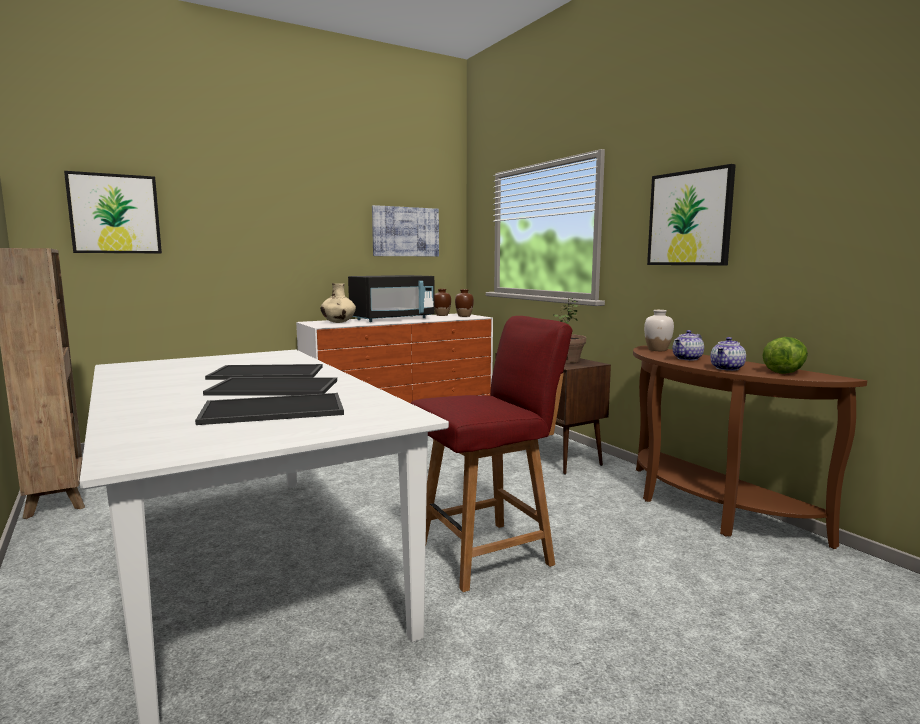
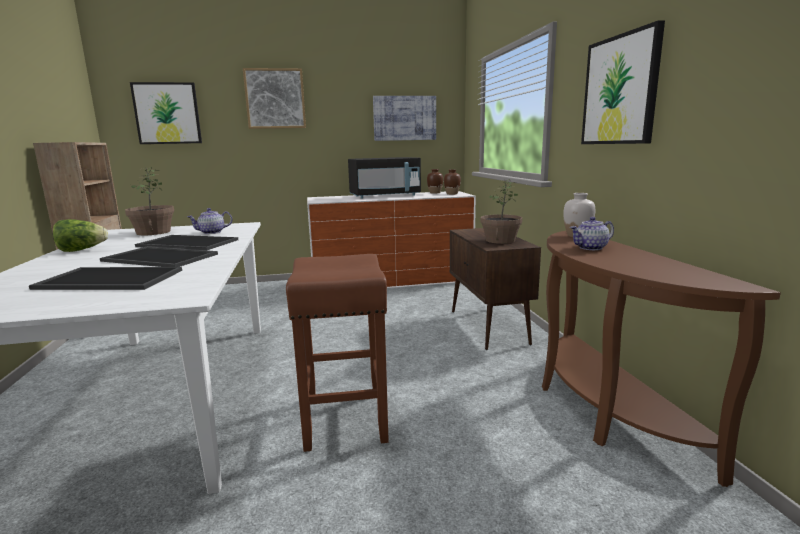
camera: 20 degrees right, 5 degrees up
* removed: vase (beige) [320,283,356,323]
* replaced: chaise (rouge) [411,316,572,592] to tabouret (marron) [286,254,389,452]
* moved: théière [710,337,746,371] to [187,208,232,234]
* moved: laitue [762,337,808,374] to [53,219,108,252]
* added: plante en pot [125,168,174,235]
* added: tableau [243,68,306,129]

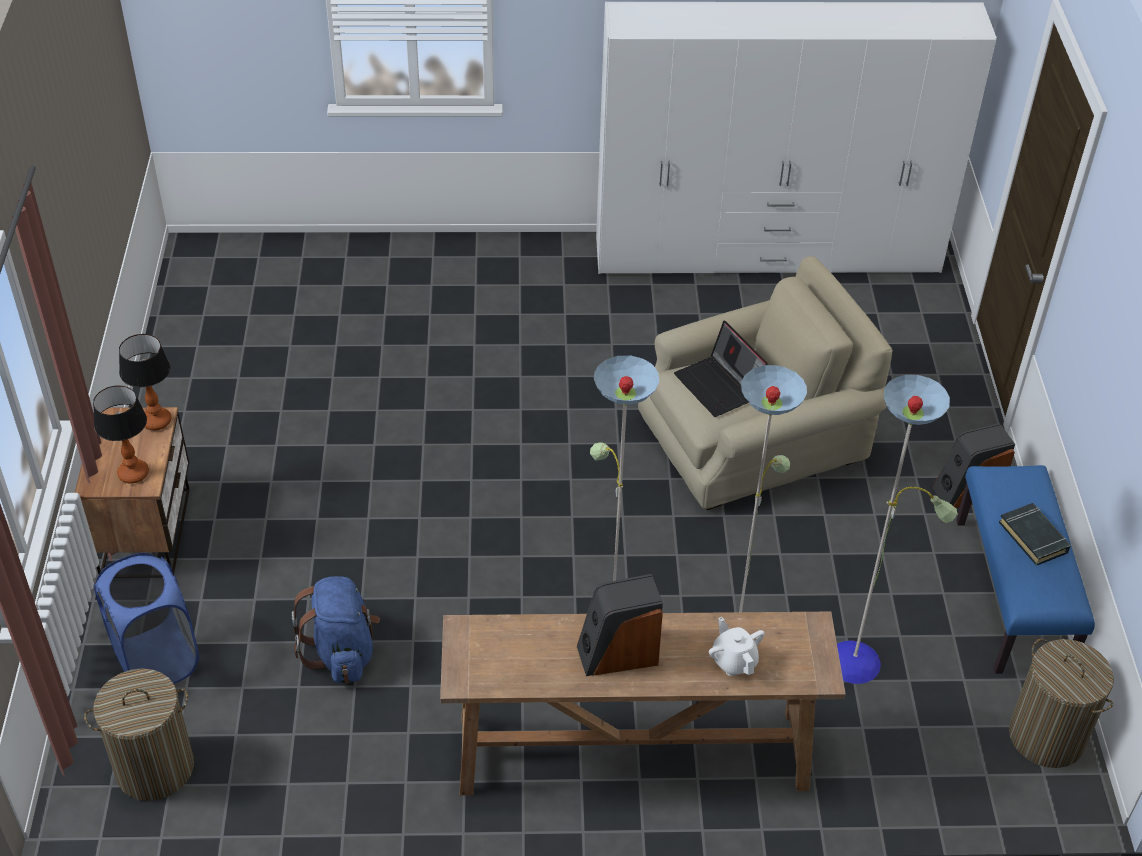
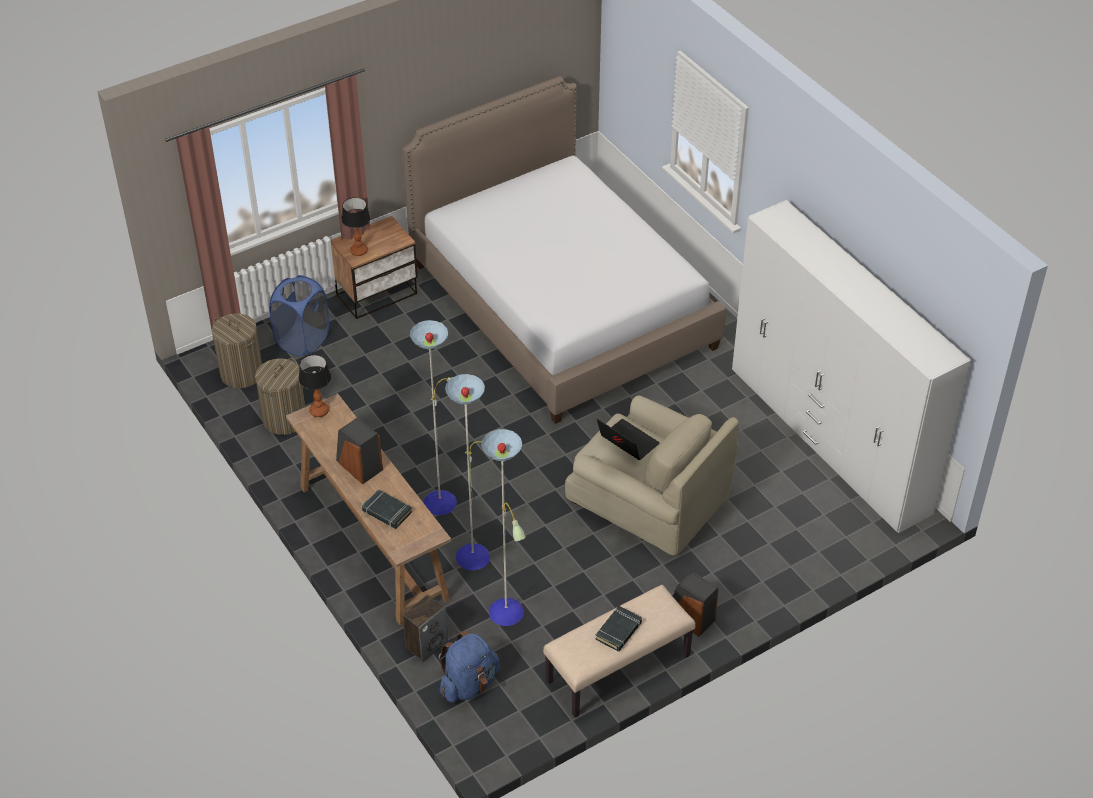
camera: 60 degrees right, 0 degrees up
* moved: lampe de table [119,334,171,430] to [298,355,331,417]
* moved: sac à dos (bleu) [292,576,380,684] to [439,631,500,702]
* turned: ordinateur portable [674,321,768,417] = [597,419,660,460] 105 degrees clockwise
* replaced: théière (blanc) [709,617,765,676] to livre (noir) [362,489,412,529]
* recoloured: banc (bleu) [956,465,1095,674] to banc (beige) [543,585,696,718]
* moved: panier à linge [1009,639,1114,768] to [255,358,305,435]
* added: lit [402,76,726,424]
* added: enceinte [403,594,448,662]

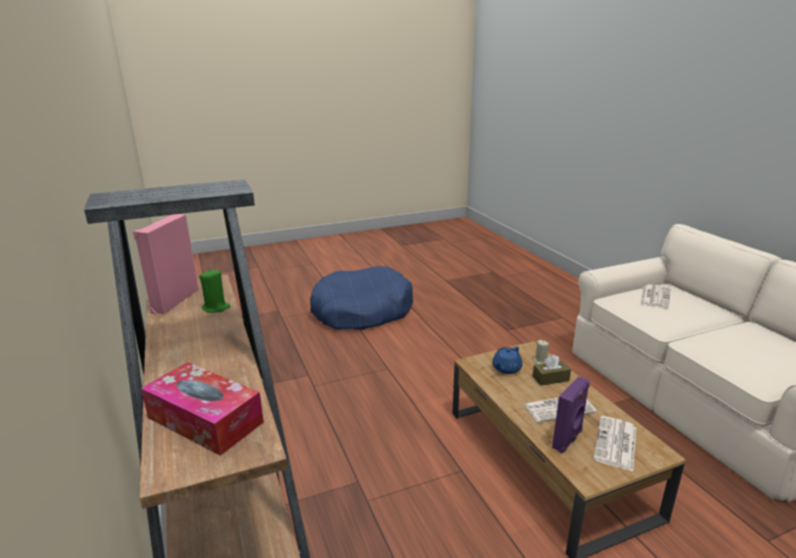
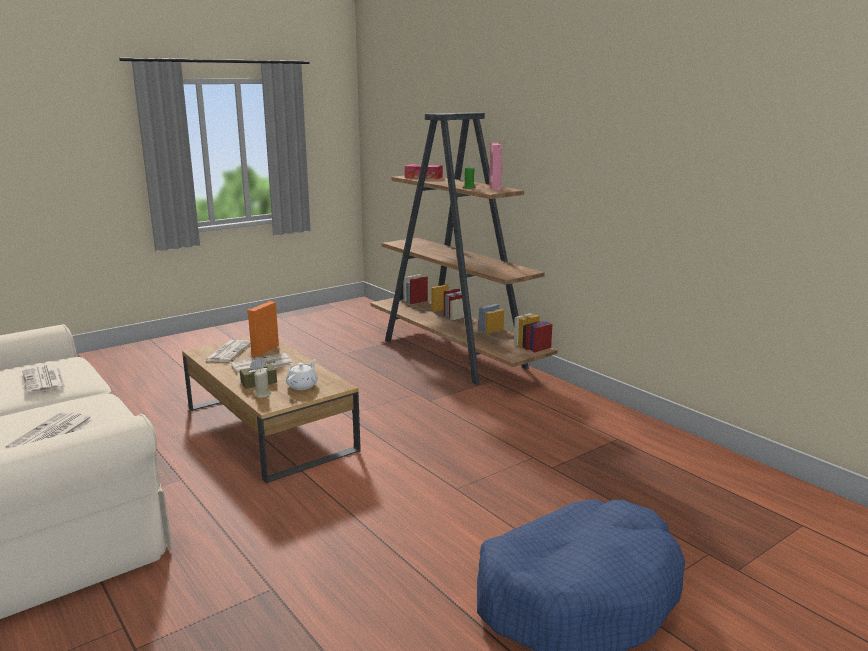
camera: 165 degrees right, 5 degrees down
* recoloured: théière (bleu) [492,347,522,374] to théière (blanc) [286,359,318,390]
* recoloured: enceinte (violet) [552,376,590,453] to enceinte (orange) [247,301,279,357]
* added: journal [22,365,66,394]

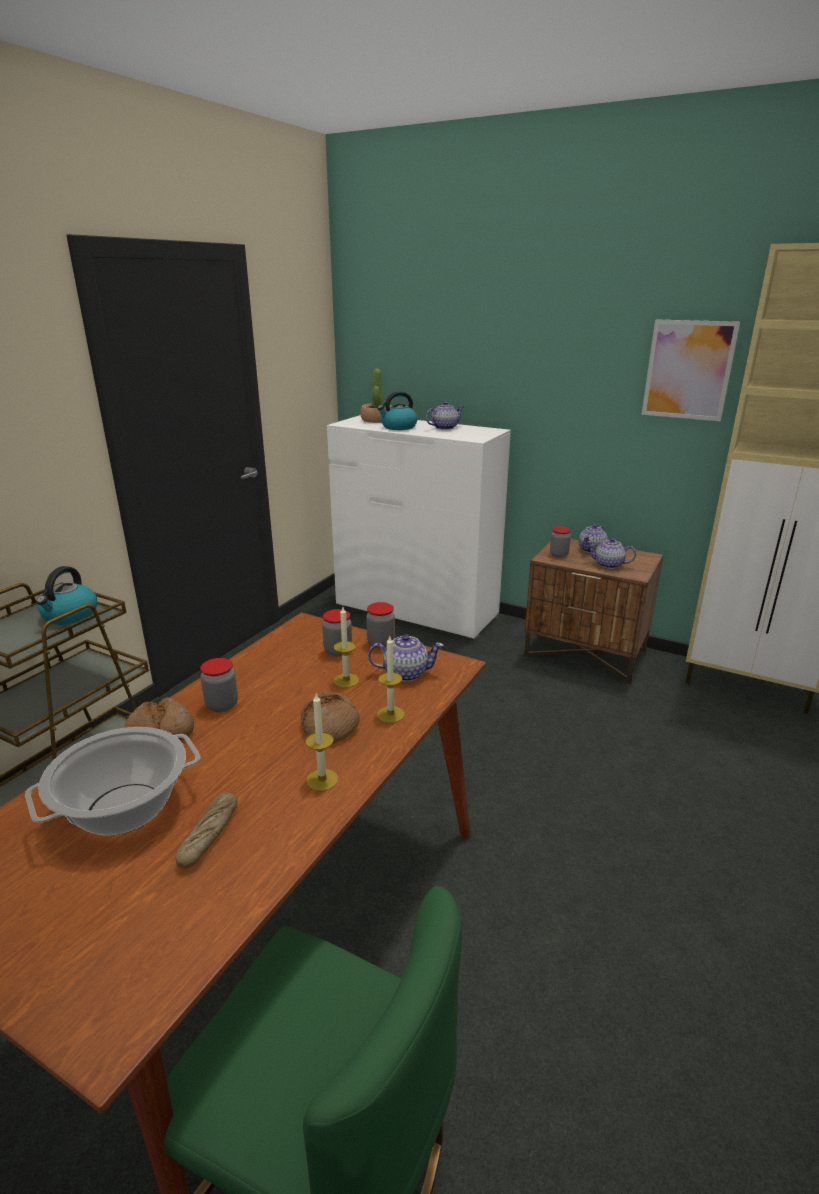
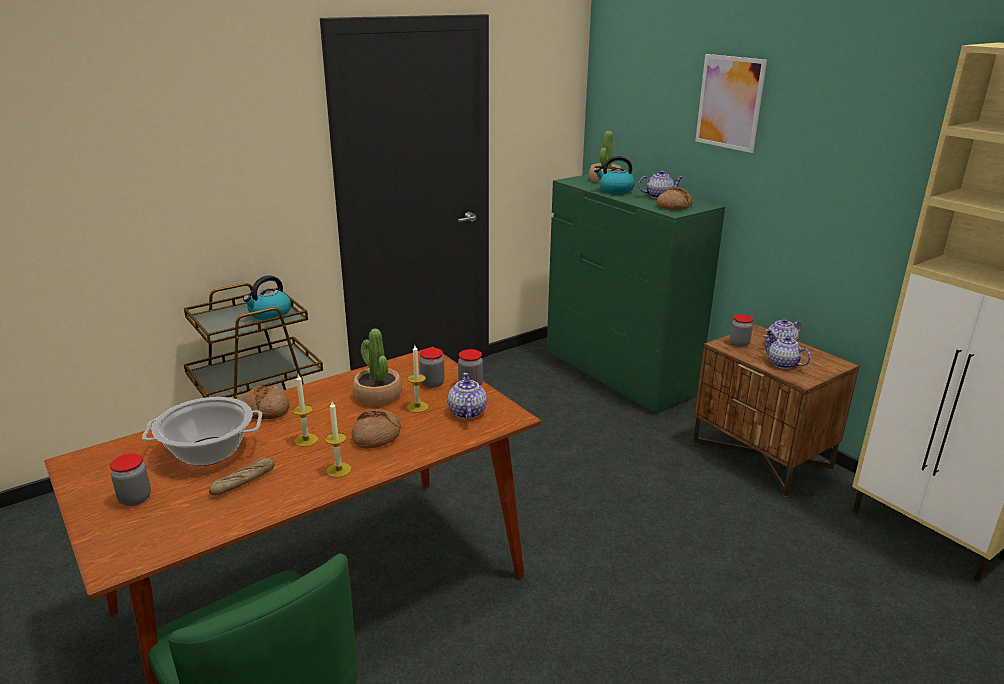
camera: 25 degrees right, 0 degrees up
* moved: bocal [200,658,238,712] to [110,454,151,506]
* recoloured: commode (blanc) [327,415,511,639] to commode (vert) [547,174,725,414]
* turned: théière [368,634,444,682] = [448,373,487,419] 120 degrees counterclockwise
* moved: bougie [377,636,405,723] to [292,374,318,447]
* moved: tableau [641,319,740,421] to [695,54,767,153]
* added: plante en pot [353,328,402,406]
* added: pain [656,187,693,210]

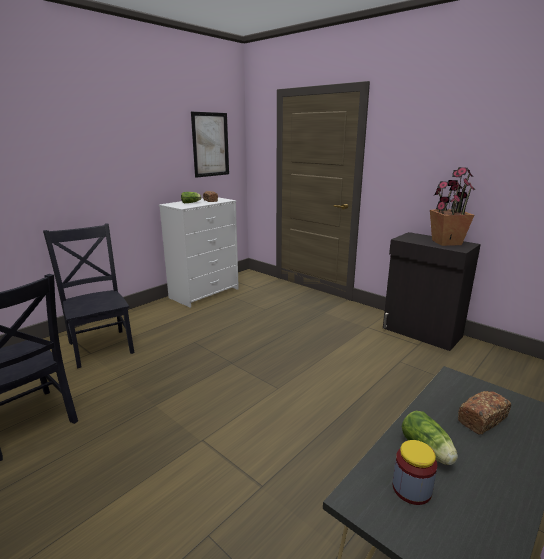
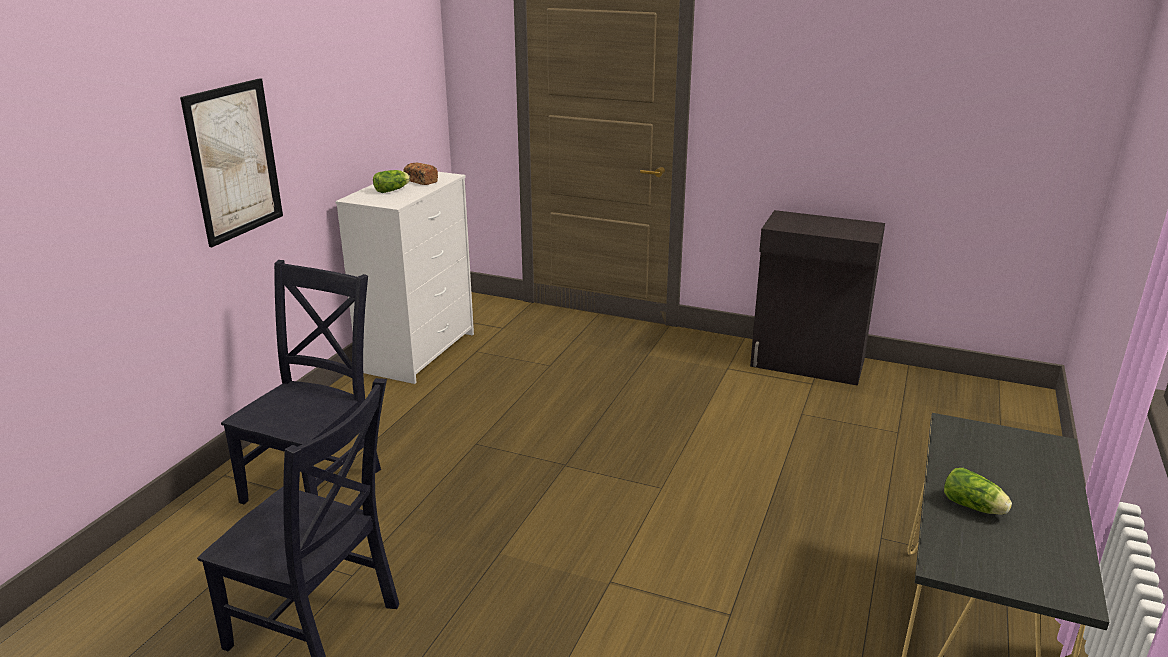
camera: 20 degrees left, 5 degrees up
* turned: chaise (noir) [43,223,135,368] = [221,260,381,504] 75 degrees clockwise
* moved: tableau [191,111,229,178] to [180,78,283,247]
* removed: bocal [393,440,437,505]
* removed: plante en pot [430,167,475,246]
* removed: pain [458,391,511,434]

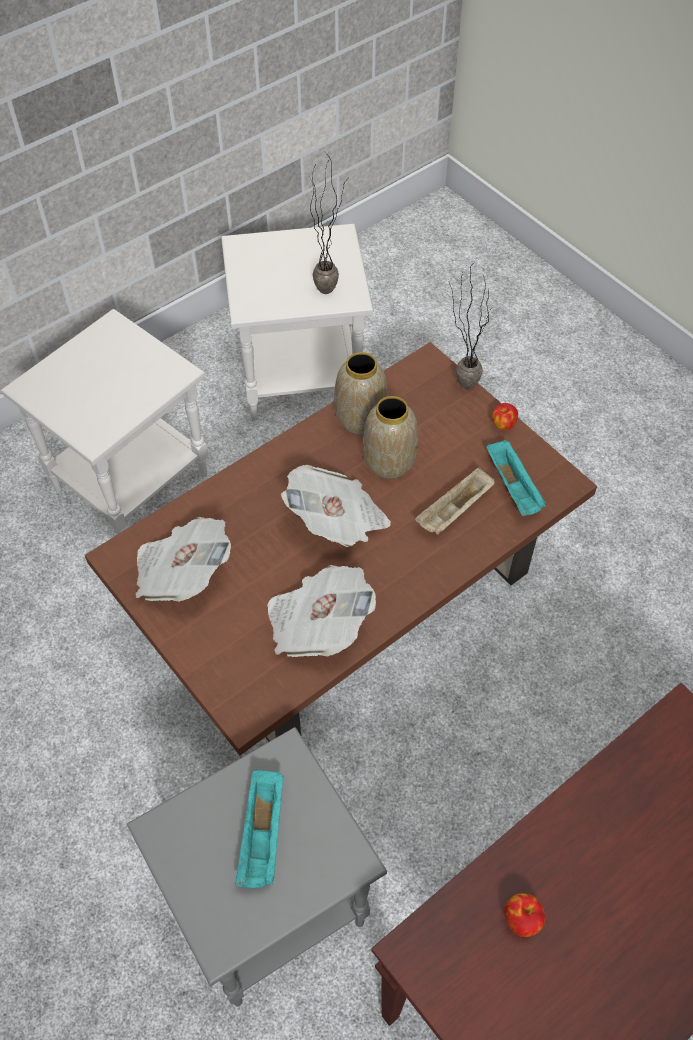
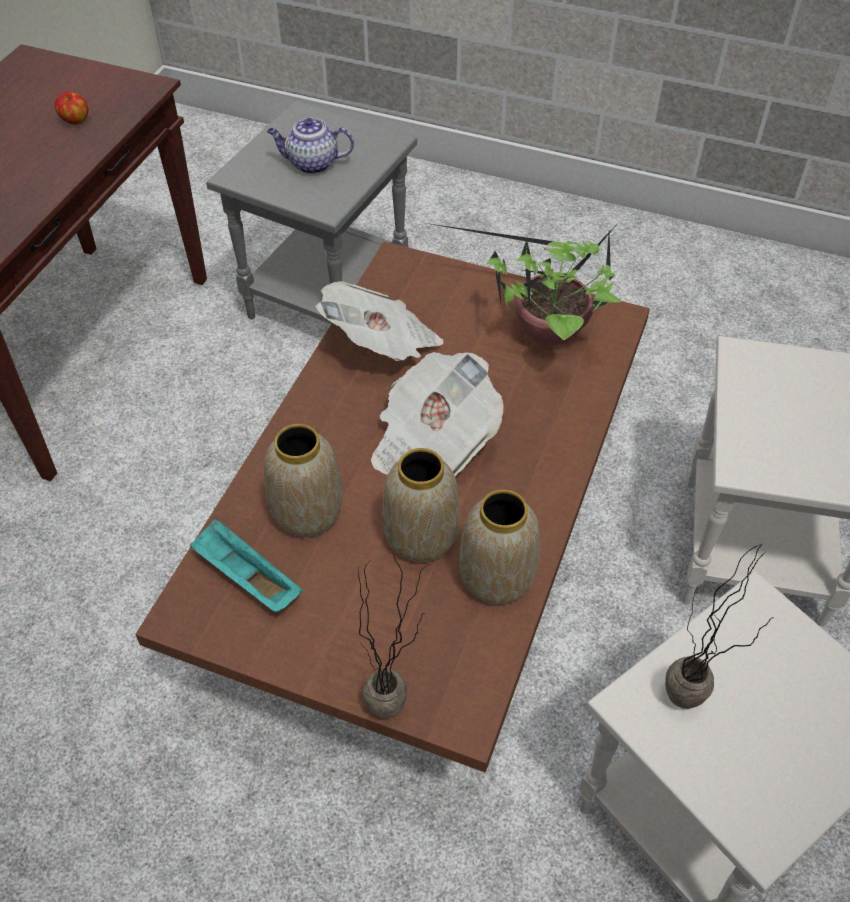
camera: 150 degrees right, 5 degrees down
* replaced: journal [135,517,231,602] to plante en pot [426,223,621,346]
* replaced: plateau (turquoise) [235,769,283,888] to théière [267,118,354,174]
* replaced: plateau (beige) [415,467,495,535] to vase [264,424,343,537]
* removed: pomme [492,403,518,431]

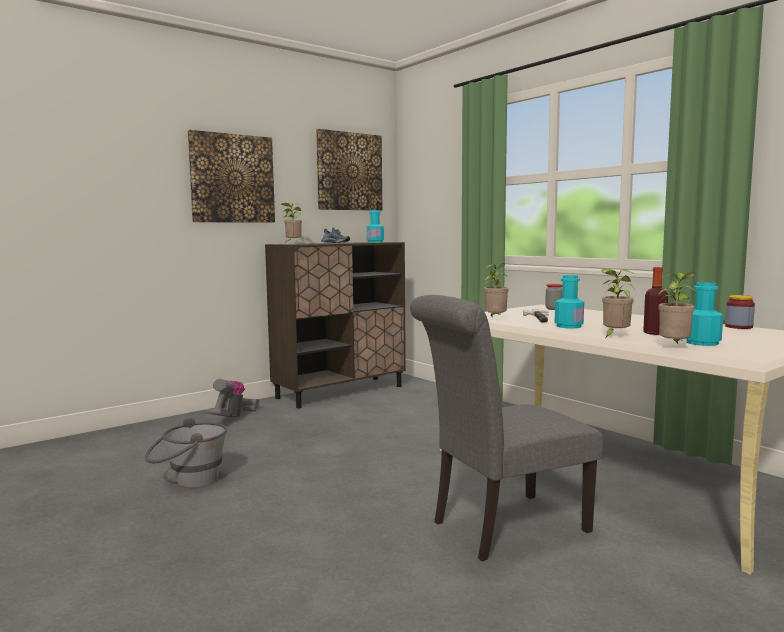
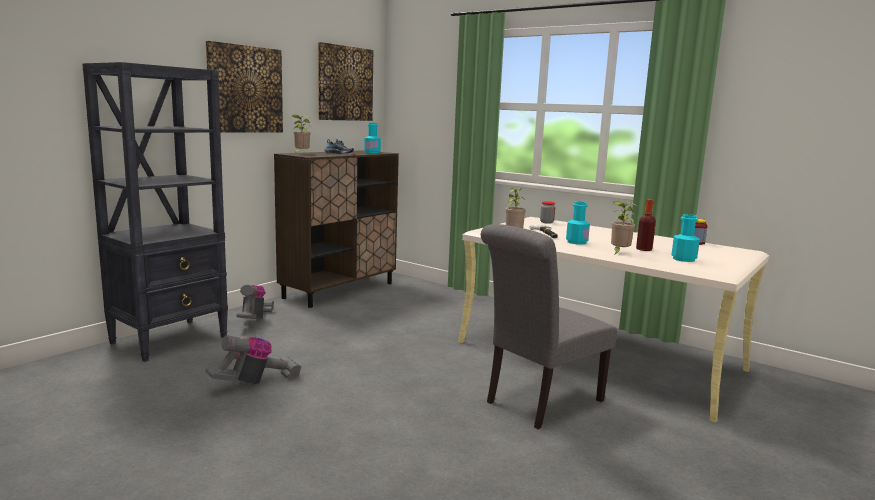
camera: 15 degrees left, 5 degrees up
* replaced: seau (gris) [145,416,227,488] to aspirateur [205,335,302,384]
* removed: plante en pot [658,272,697,344]
* added: bibliothèque (noir) [82,62,228,362]

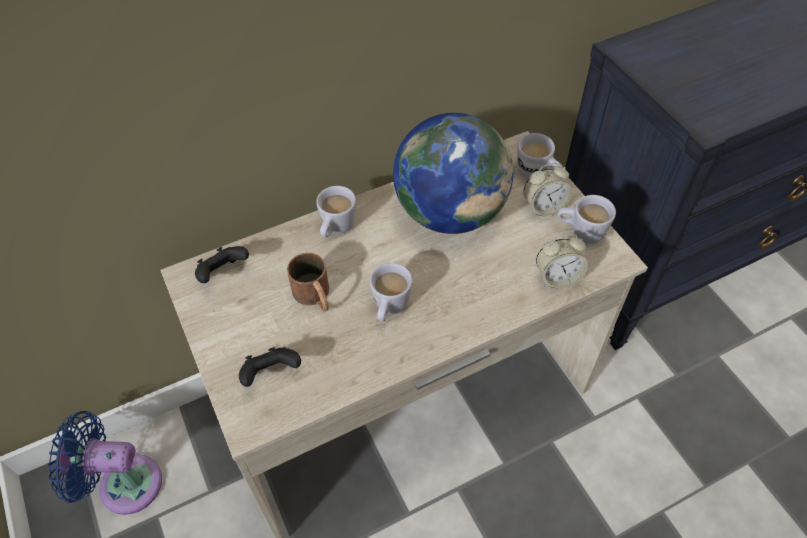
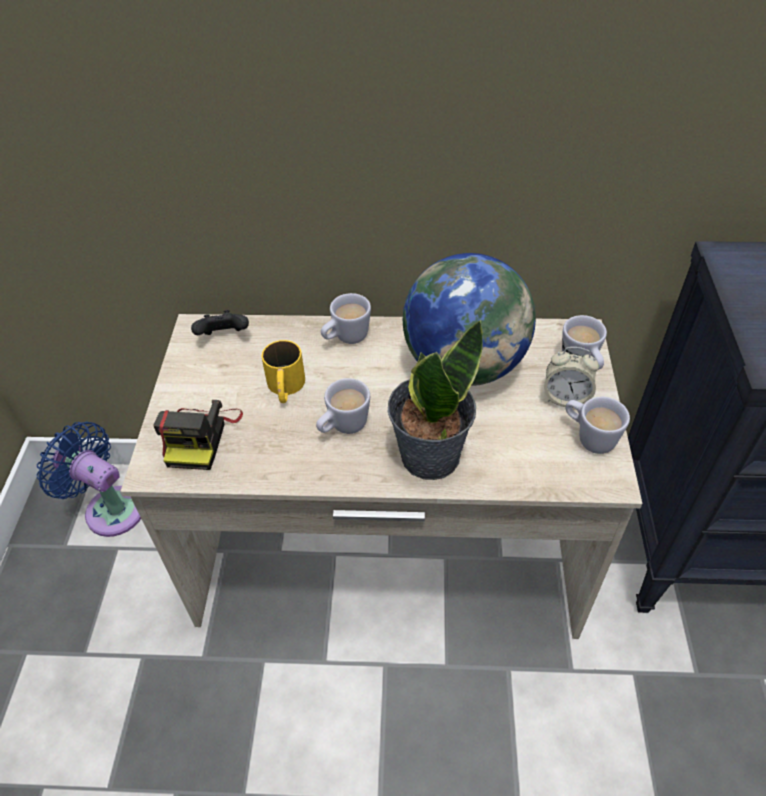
camera: 30 degrees right, 5 degrees down
* replaced: manette (noir) [239,347,301,387] to appareil photo [153,400,243,470]
* recoloured: mug (marron) [287,253,329,311] to mug (jaune) [262,340,305,403]
* removed: réveil [536,234,588,288]
* added: plante en pot [388,319,483,480]

